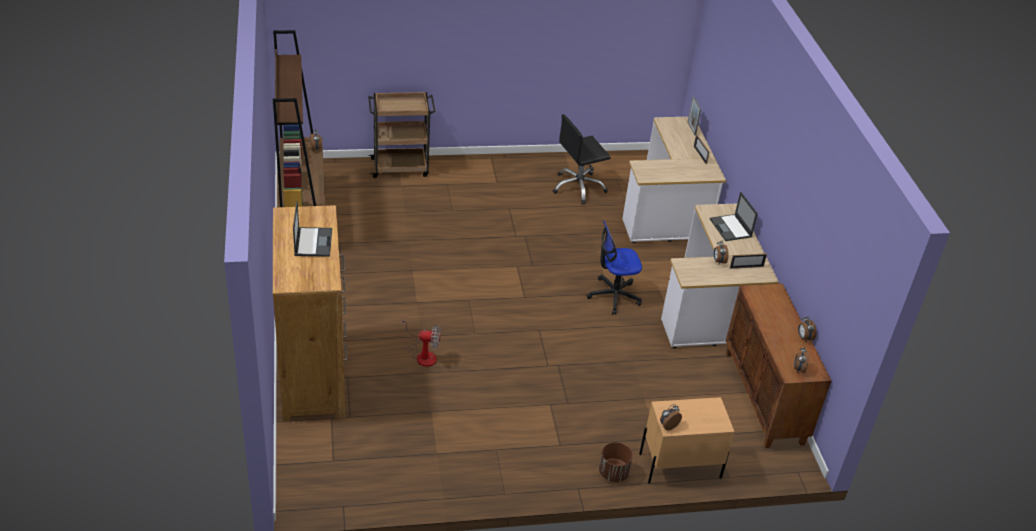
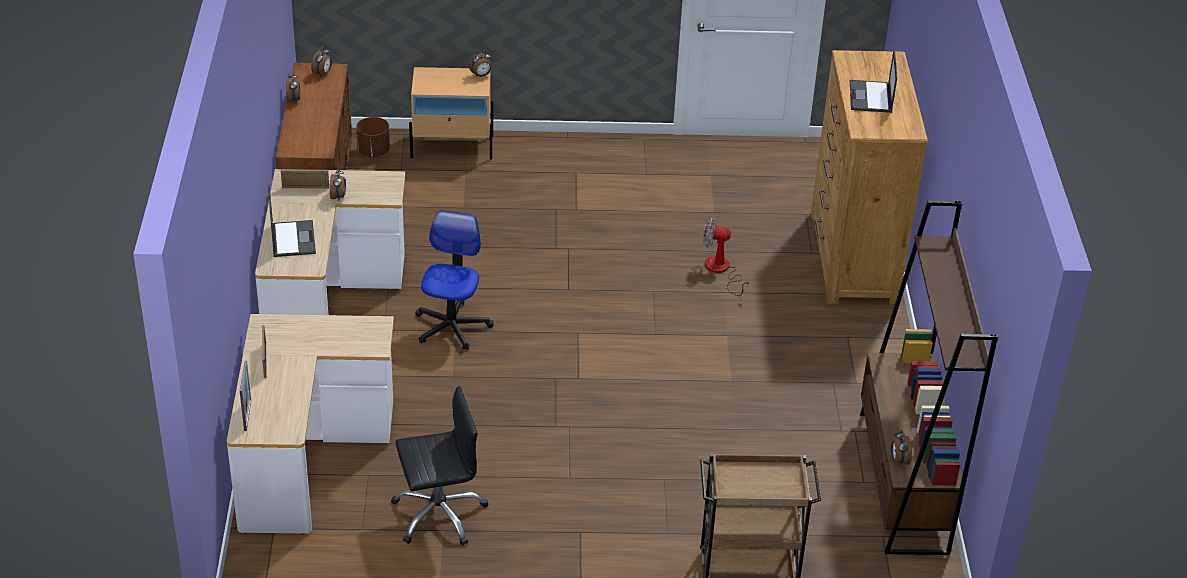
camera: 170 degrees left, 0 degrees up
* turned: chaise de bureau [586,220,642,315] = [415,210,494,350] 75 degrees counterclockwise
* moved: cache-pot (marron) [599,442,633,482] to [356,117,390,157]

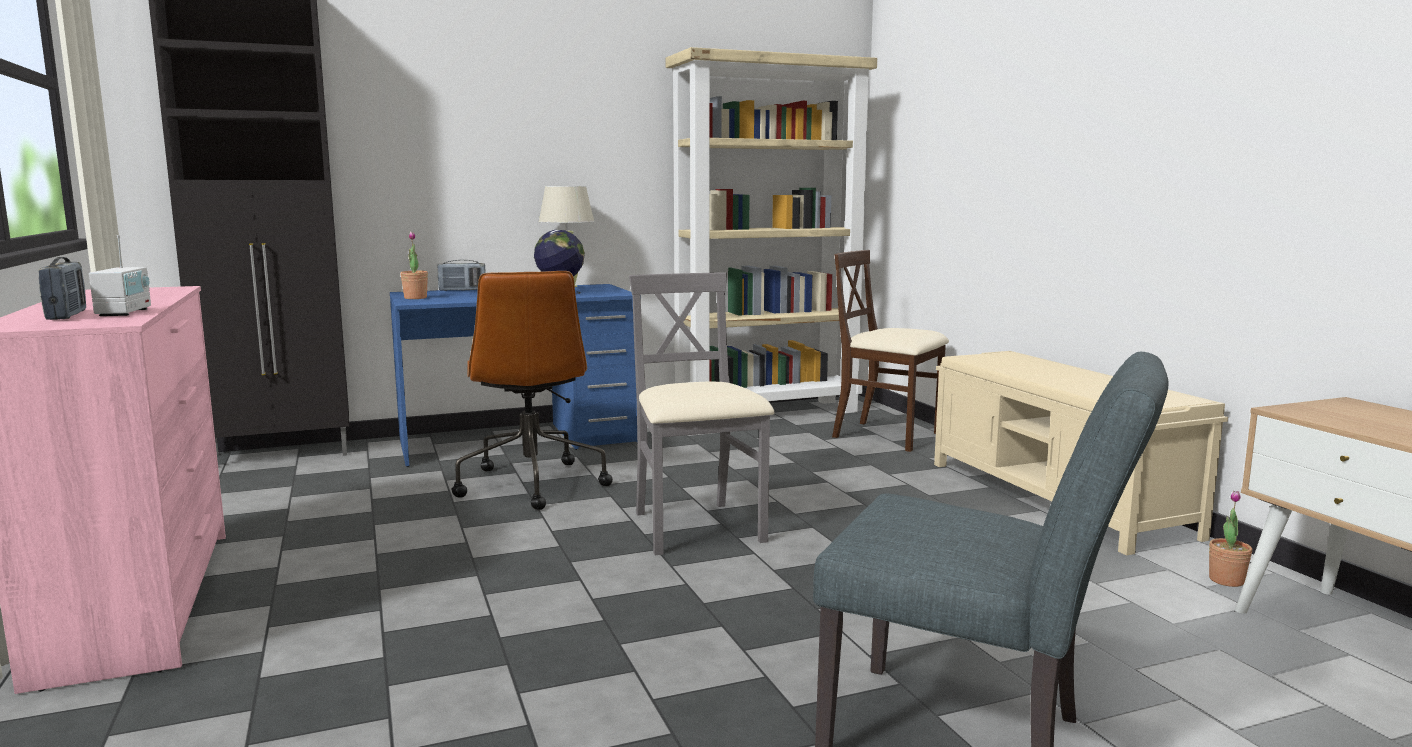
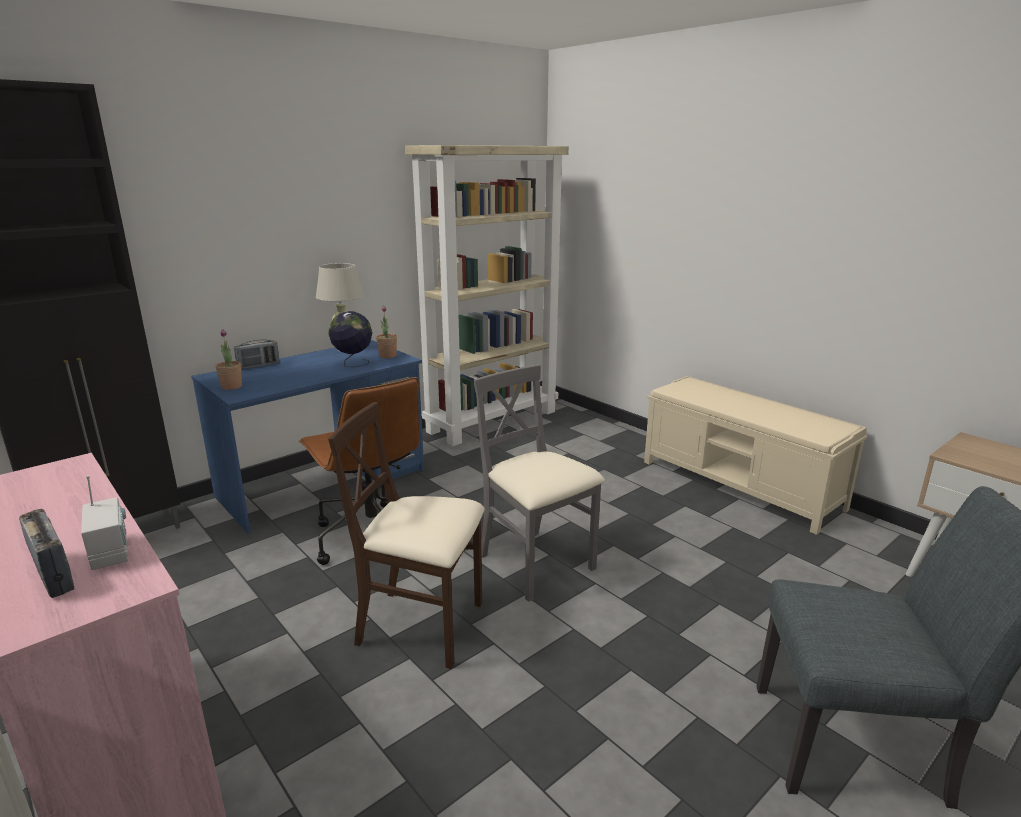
camera: 20 degrees left, 10 degrees up
* moved: chaise (beige) [832,250,949,452] to [328,402,485,669]
* moved: plante en pot [1209,490,1252,587] to [376,305,397,358]

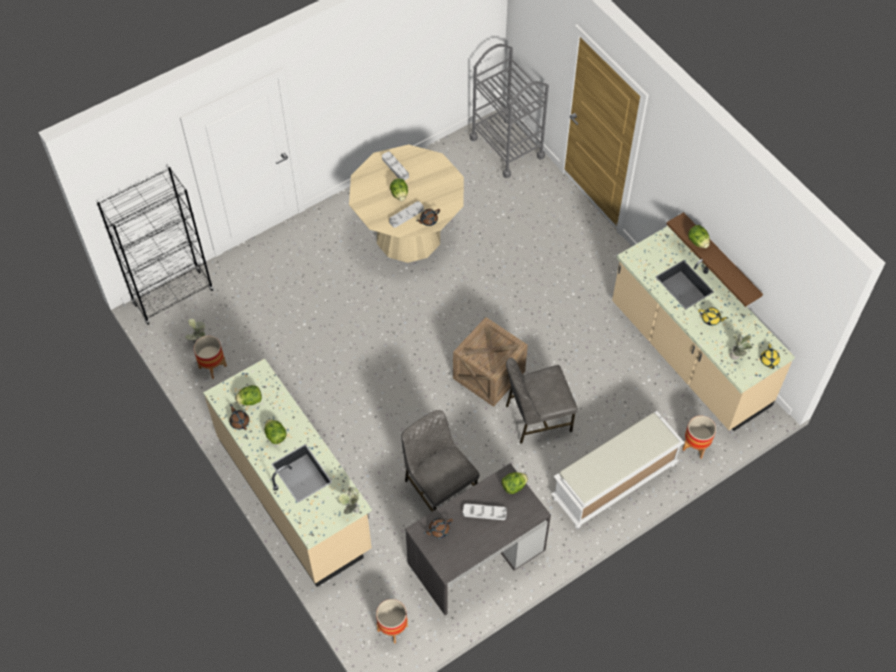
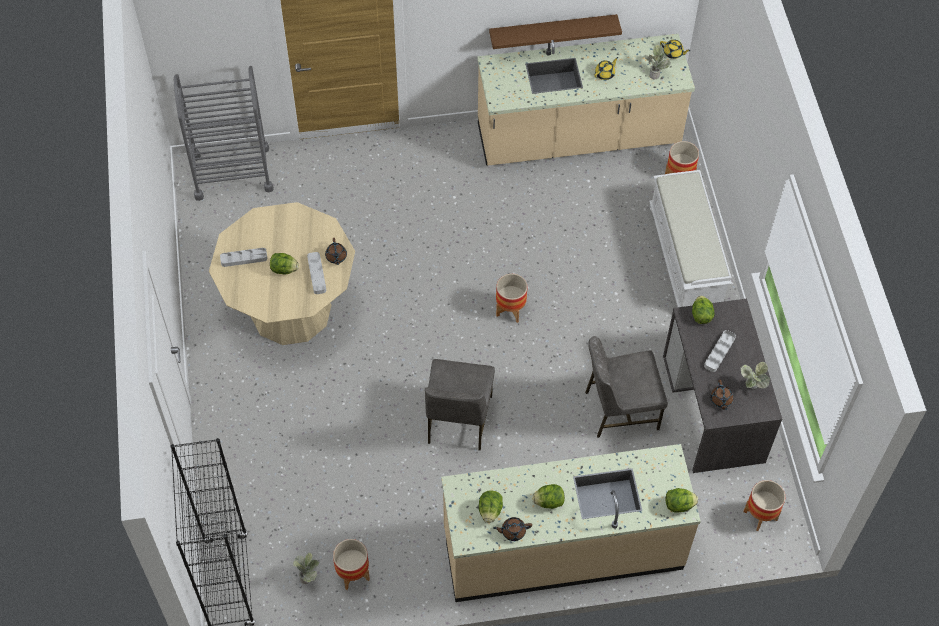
camera: 65 degrees left, 0 degrees up
* moved: plante en pot [337,487,359,514] to [741,362,770,389]
* replaced: caisse [453,317,528,407] to cache-pot [496,274,527,323]
* moved: chaise (gris) [506,358,578,444] to [425,359,495,451]
* moved: laitue [688,225,710,248] to [666,488,698,513]

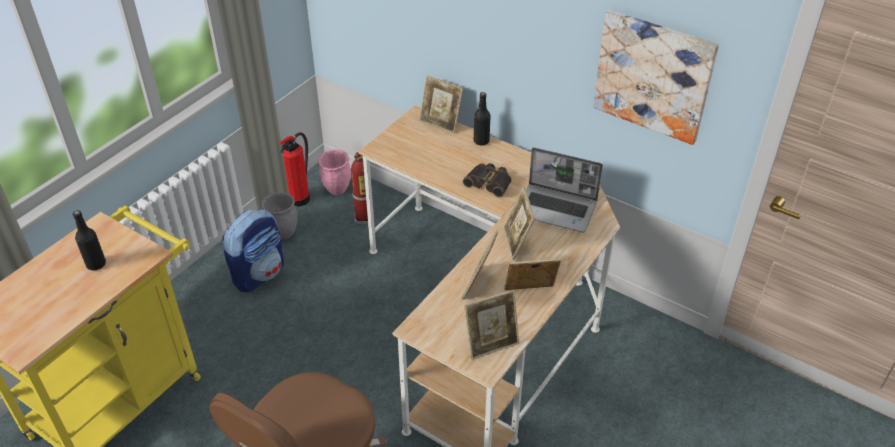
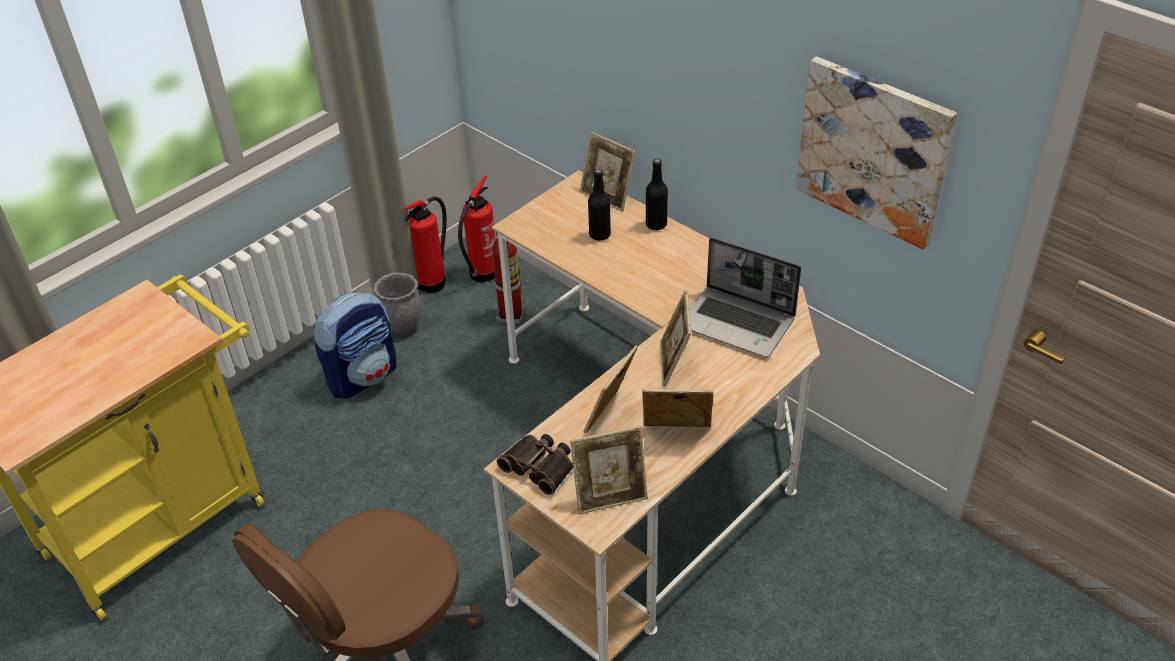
camera: 10 degrees right, 0 degrees up
* moved: bouteille (noir) [73,210,106,270] to [588,169,611,241]
* replaced: cache-pot (rose) [318,149,351,195] to extincteur [458,175,495,283]
* moved: jumelles [463,163,512,197] to [497,434,573,495]

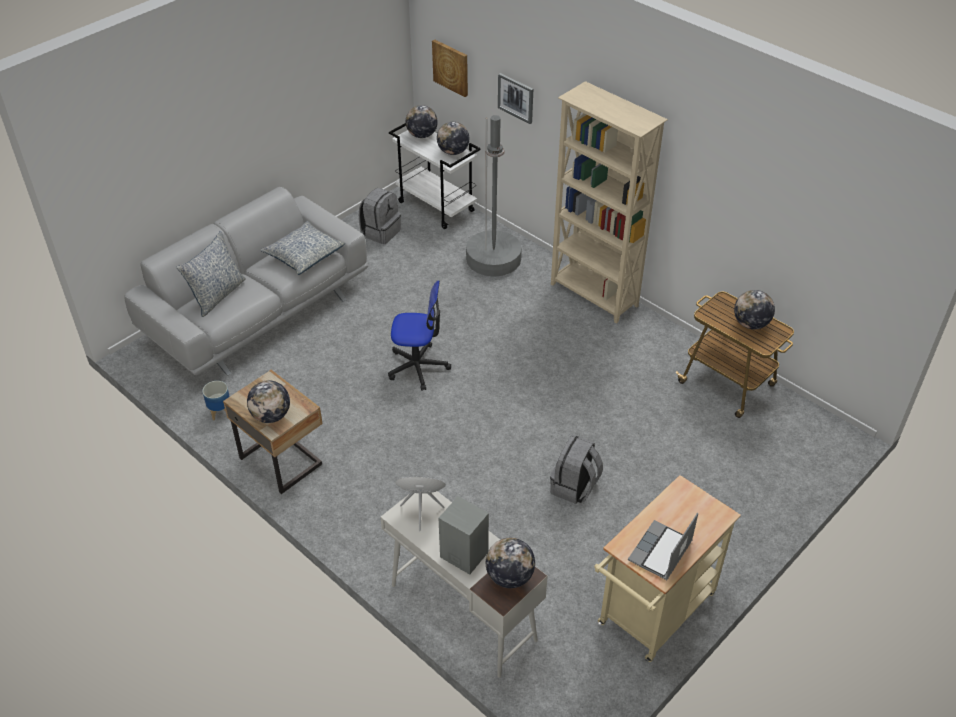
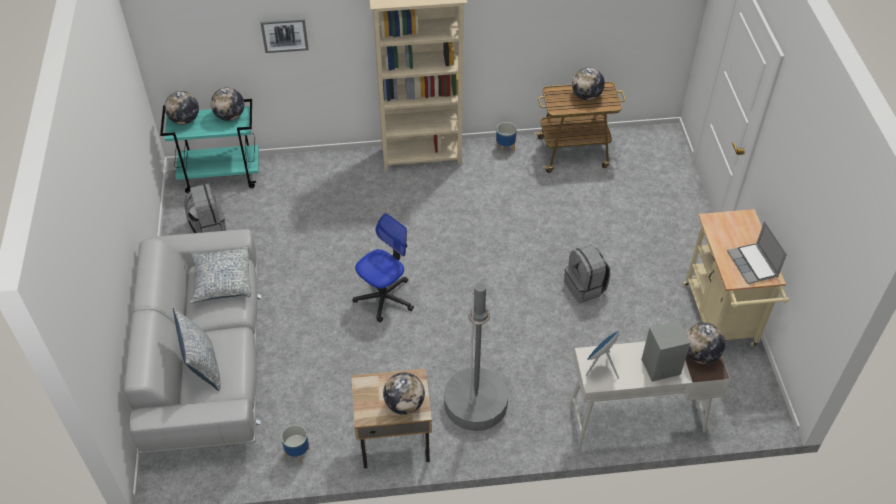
camera: 50 degrees left, 5 degrees up
* recoloured: chariot (blanc) [389,123,480,229] to chariot (turquoise) [160,99,259,193]
* removed: tableau [432,39,468,97]
* moved: lampadaire (gris) [466,115,522,277] to [444,282,508,431]
* added: cache-pot [496,122,516,155]

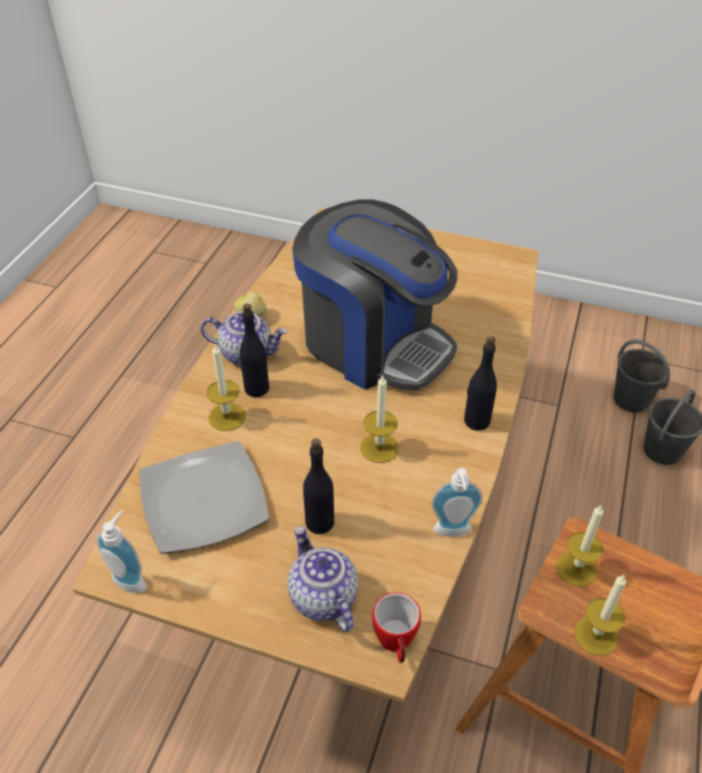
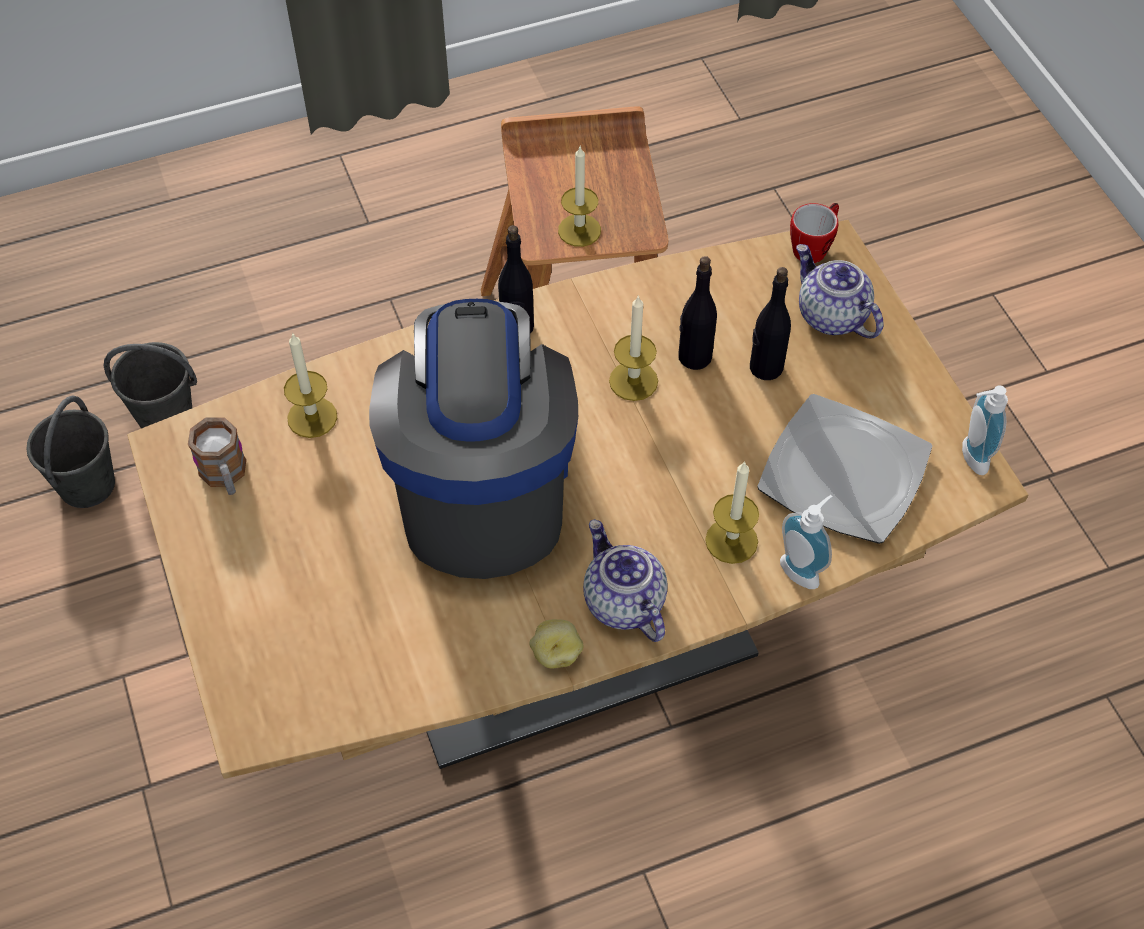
camera: 130 degrees left, 10 degrees up
* moved: bouteille (noir) [240,303,269,397] to [678,256,717,370]
* turned: théière [288,526,358,632] = [796,244,883,339] 120 degrees clockwise
* moved: distributeur de savon [431,468,483,537] to [780,495,833,589]
* moved: bougie [574,575,626,656] to [284,332,337,438]
* added: mug [188,417,246,495]

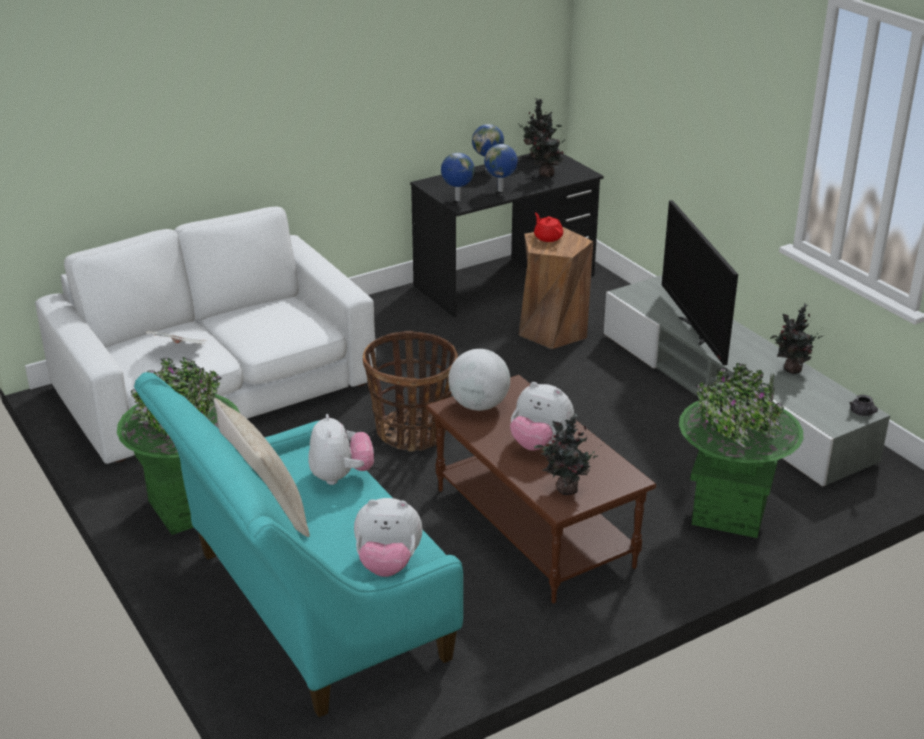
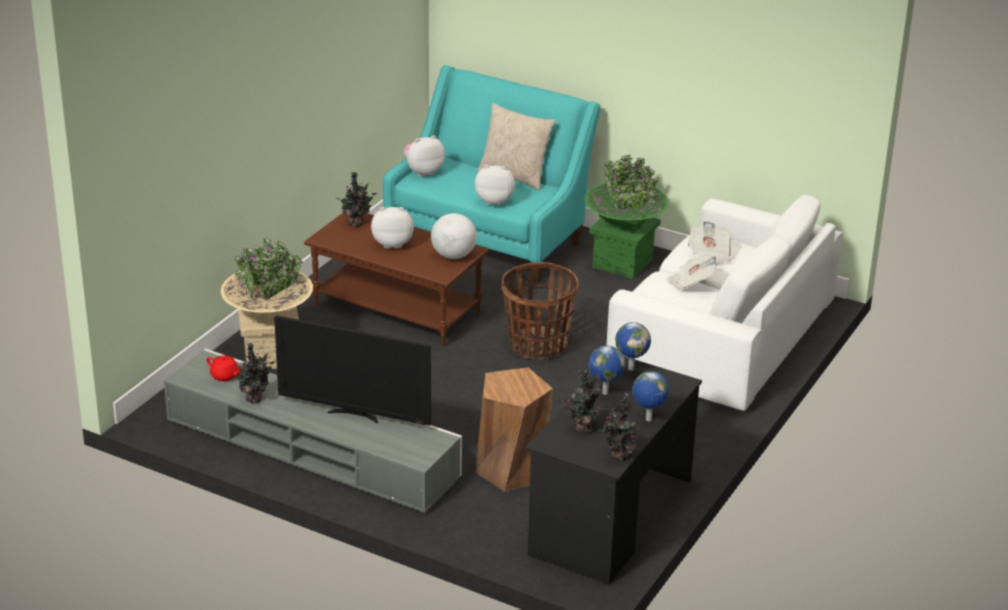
camera: 150 degrees right, 0 degrees up
* turned: peluche [308,414,374,485] = [475,165,515,206] 135 degrees clockwise
* moved: théière (rouge) [534,213,563,242] to [206,356,241,381]
* turned: téléviseur [662,200,738,366] = [274,315,431,426] 150 degrees clockwise
* recoloured: cache-pot (vert) [679,363,803,538] to cache-pot (beige) [221,238,313,369]
* removed: théière (gris) [849,395,878,416]
* added: journal [666,254,719,290]

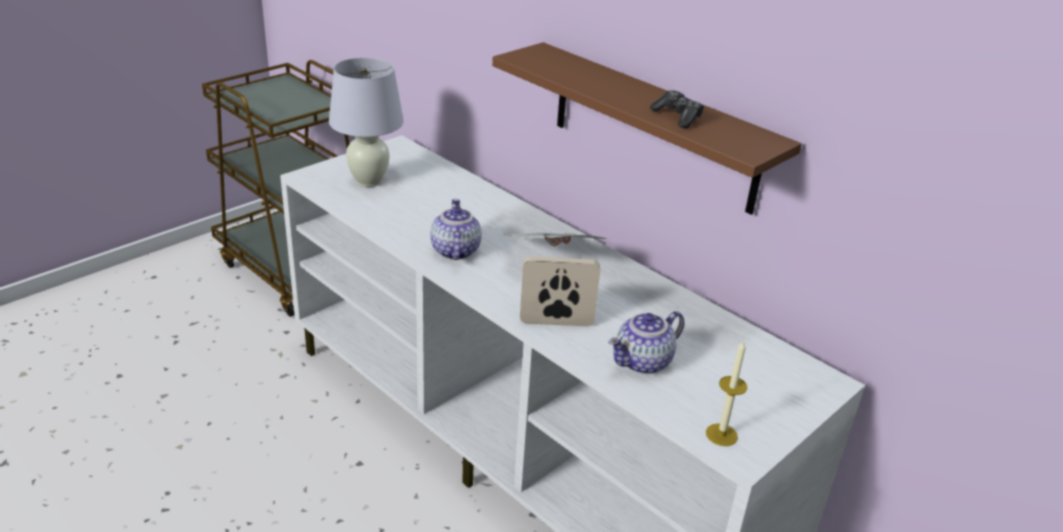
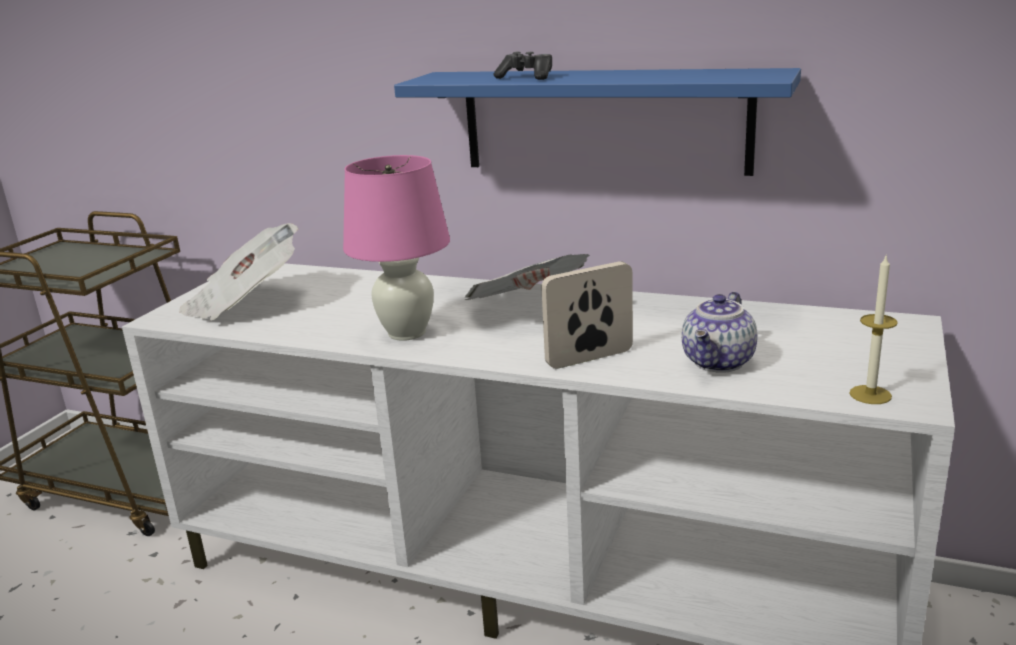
camera: 20 degrees left, 10 degrees down
* replaced: lampe de table (blanc) [329,57,404,187] to journal [179,223,299,321]
* replaced: théière [430,199,482,260] to lampe de table (rose) [343,155,450,341]
* recoloured: étagère (marron) [492,42,802,215] to étagère (bleu) [394,68,801,176]
* moved: manette [650,90,704,128] to [493,51,552,80]

